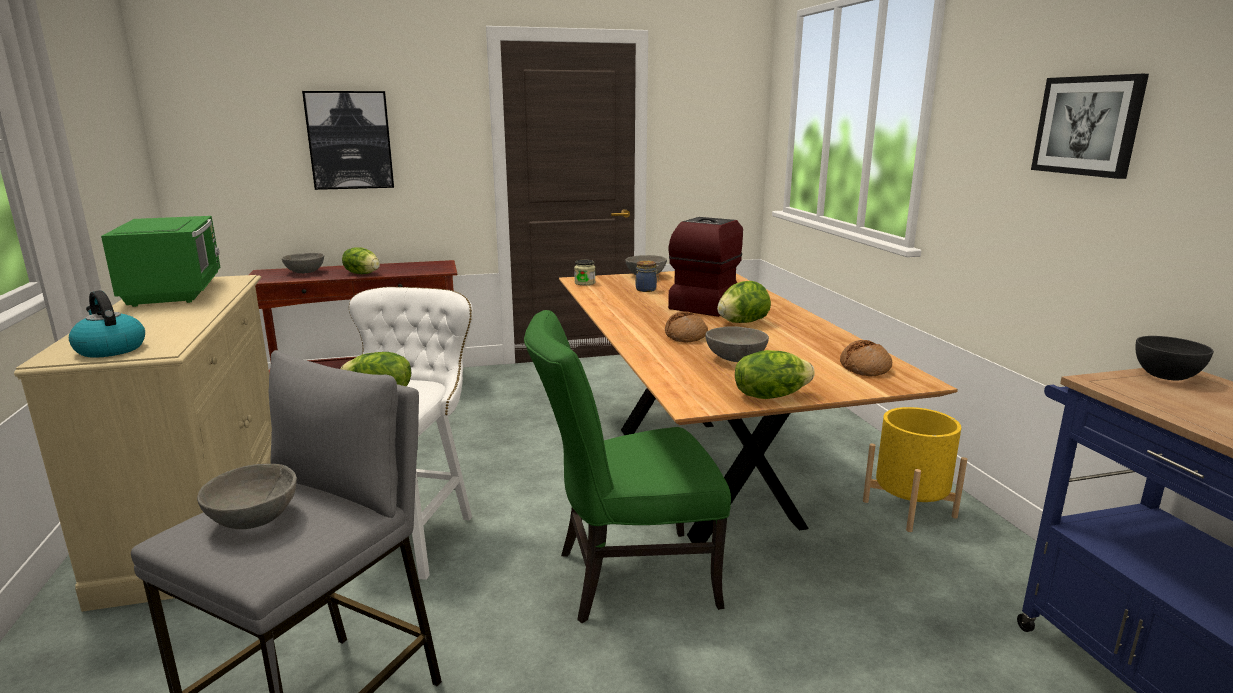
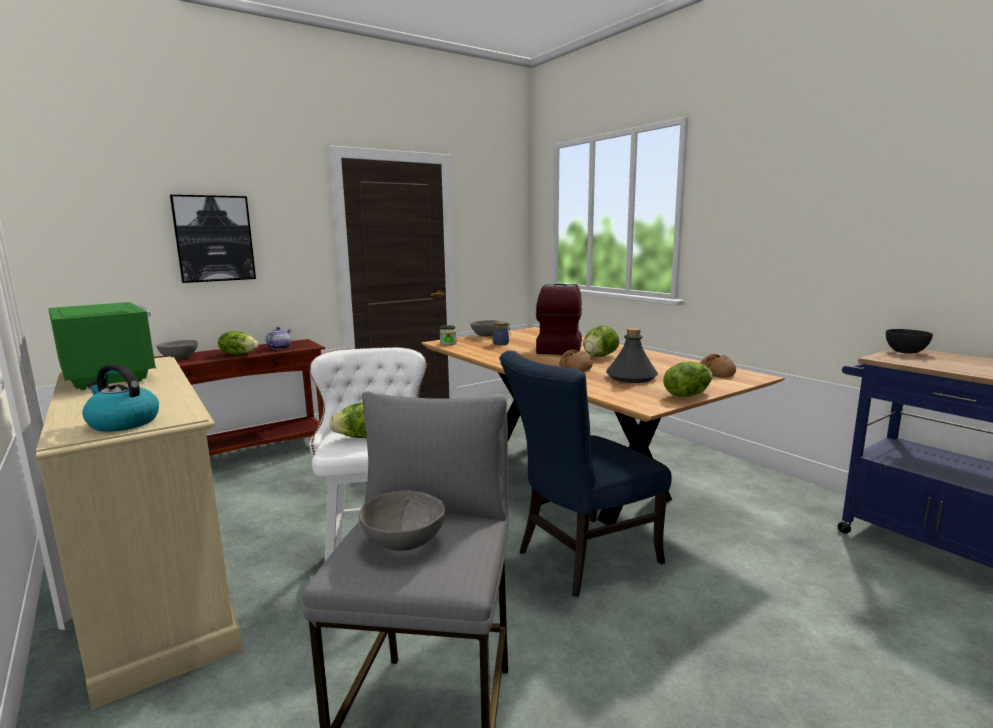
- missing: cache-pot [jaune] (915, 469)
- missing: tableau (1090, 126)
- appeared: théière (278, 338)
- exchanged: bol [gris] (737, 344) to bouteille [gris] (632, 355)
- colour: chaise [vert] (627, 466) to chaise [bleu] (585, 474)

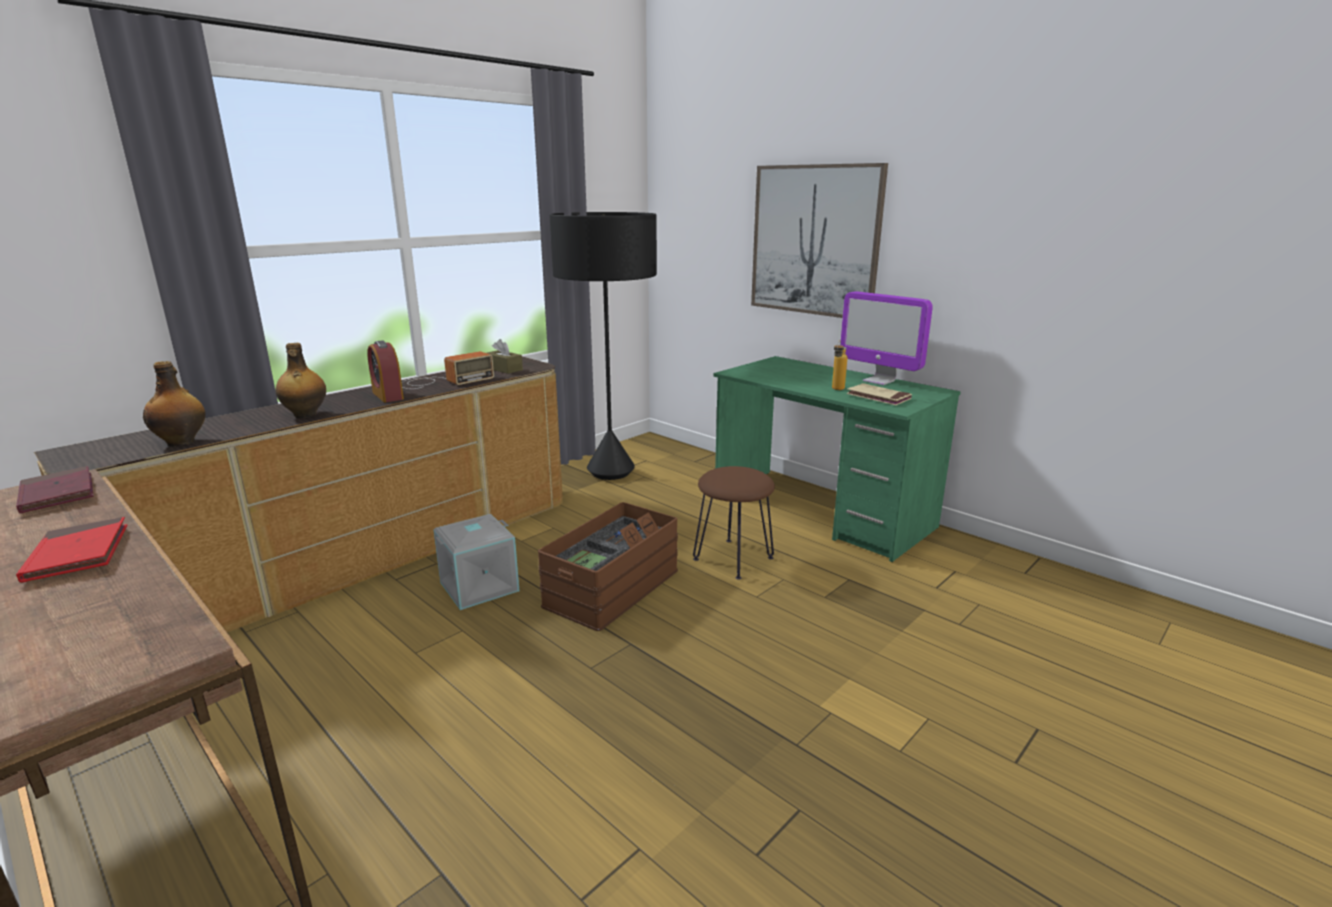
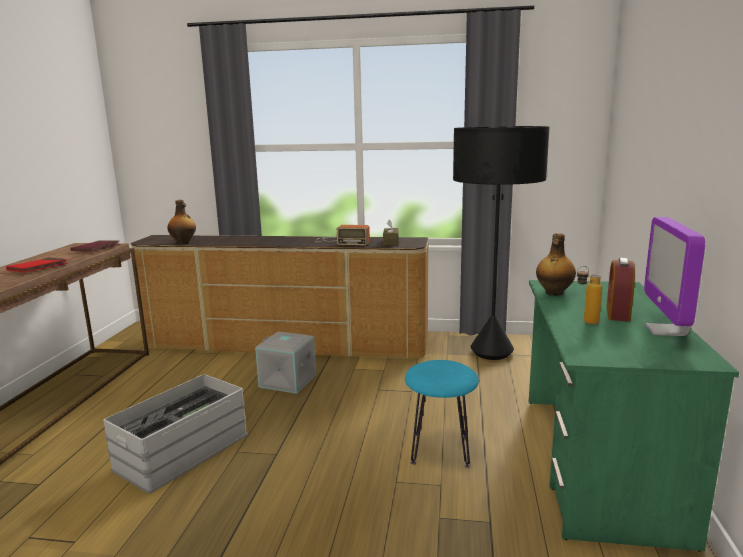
- missing: boîte de rangement [marron] (608, 566)
- missing: tableau (819, 240)
- missing: livre [beige] (879, 394)
- appeared: boîte de rangement [gris] (175, 433)
- relocated: bouteille (300, 380) to (556, 264)
- relocated: réveil (385, 371) to (620, 290)
- colour: tabouret [marron] (734, 523) to tabouret [turquoise] (442, 414)

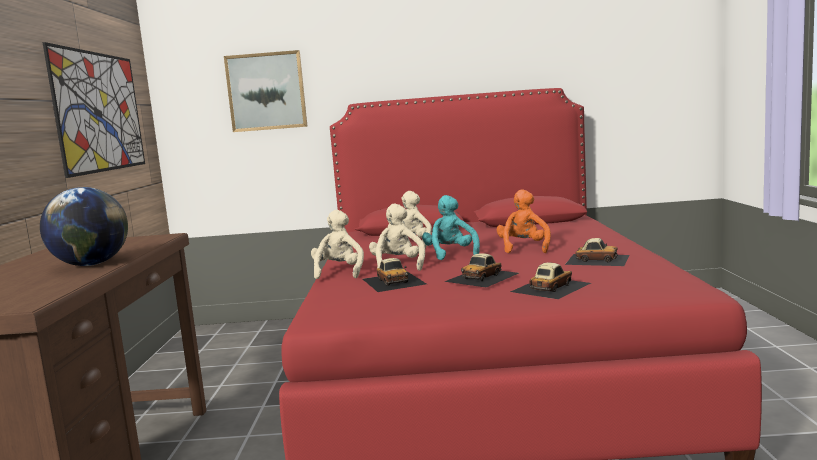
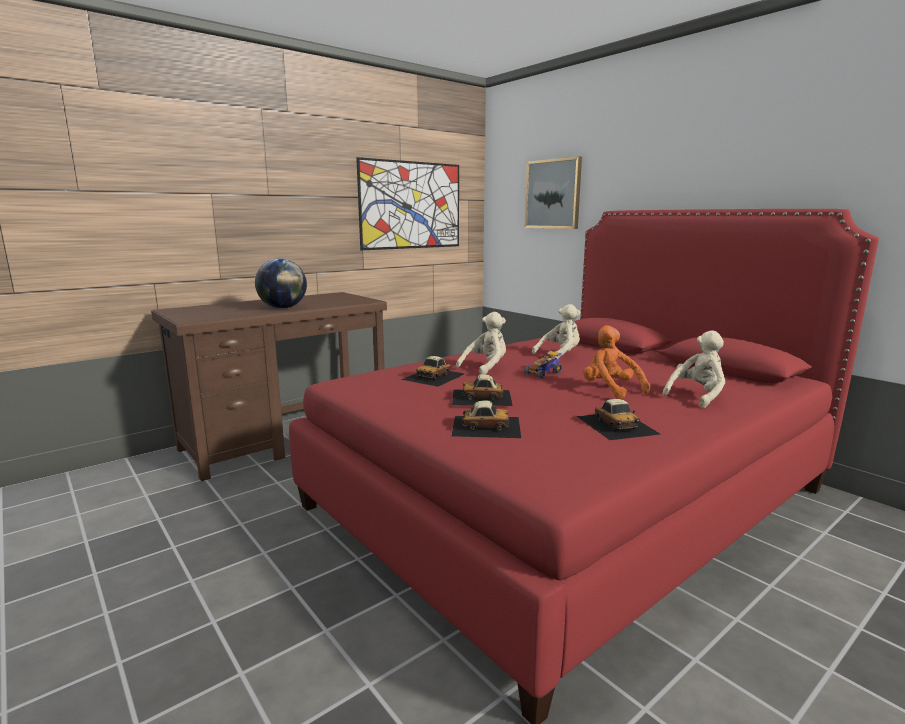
- relocated: peluche [beige] (337, 244) to (693, 369)
- exchanged: peluche [turquoise] (451, 227) to petite voiture (543, 364)
- spun: peluche [orange] (524, 221) = (616, 362) 90 degrees counterclockwise

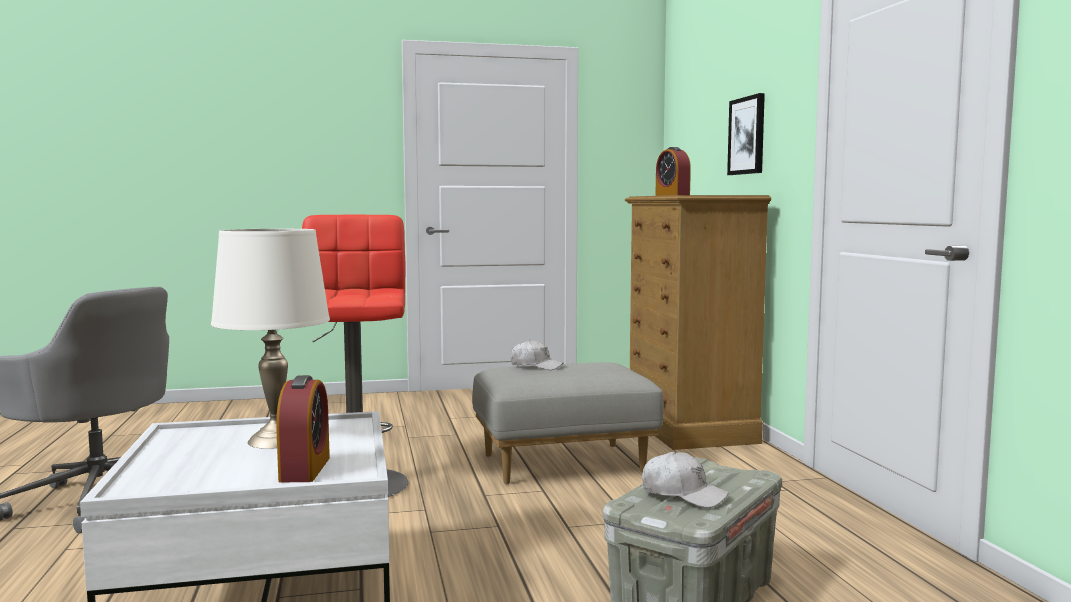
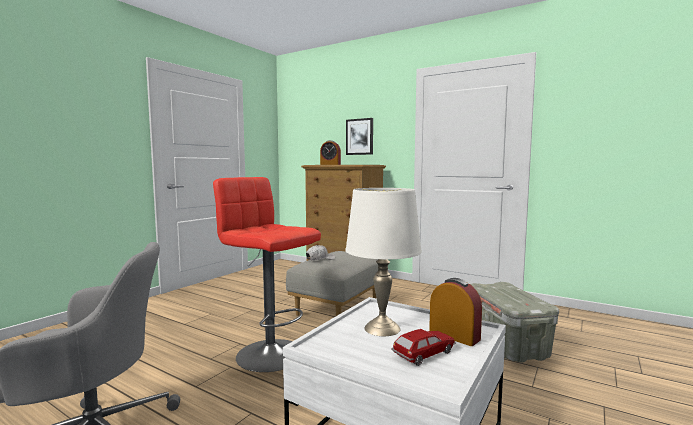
- missing: casquette [blanc] (685, 480)
- appeared: petite voiture (423, 347)

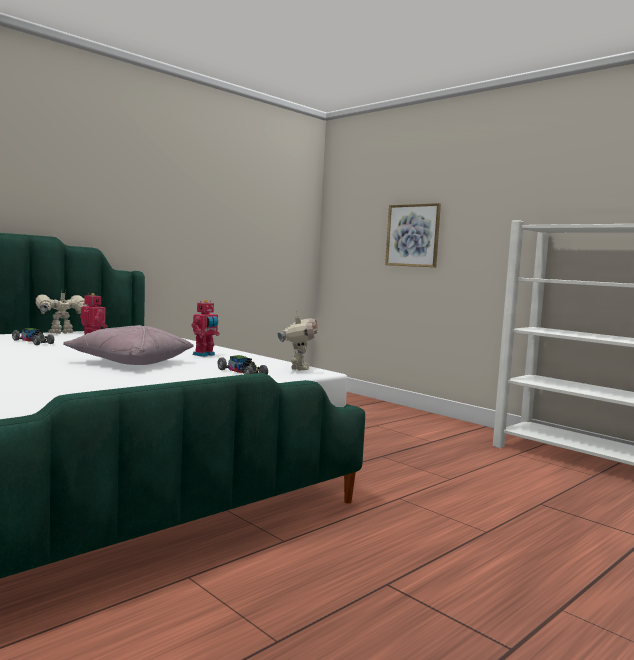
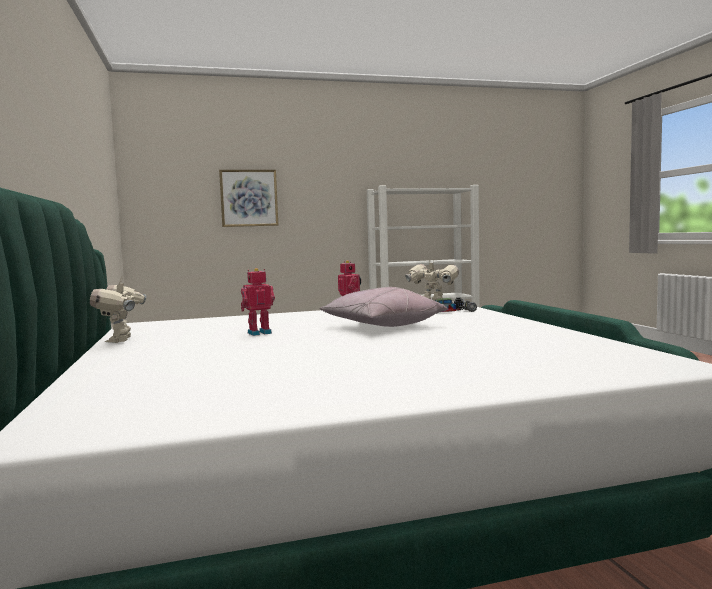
- missing: petite voiture (33, 336)

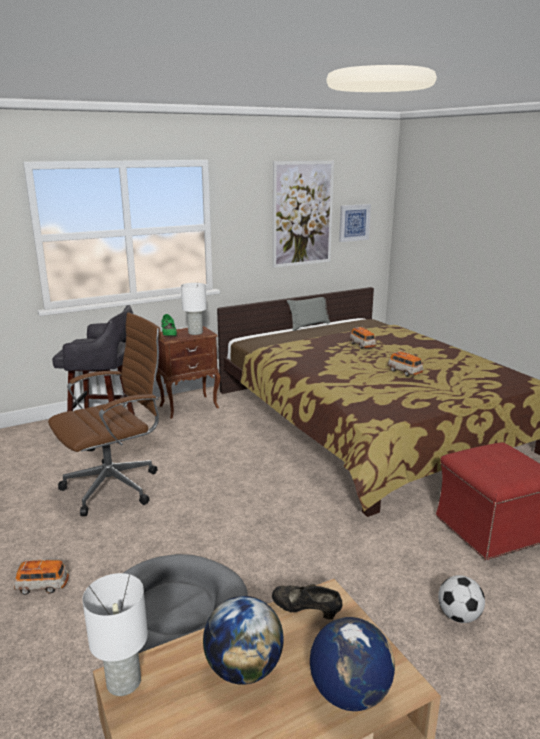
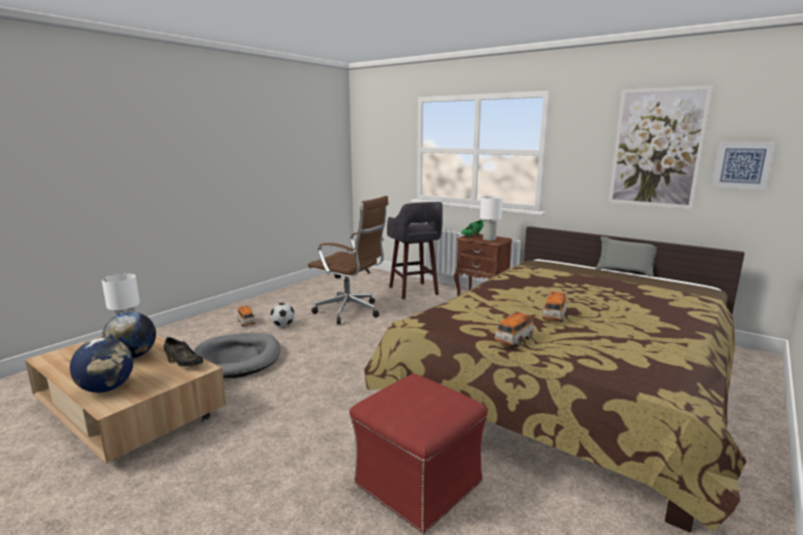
- relocated: petite voiture (363, 338) to (514, 329)
- relocated: ballon de foot (461, 599) to (282, 315)
- spun: chaussure [noir] (307, 602) = (183, 352) 120 degrees clockwise

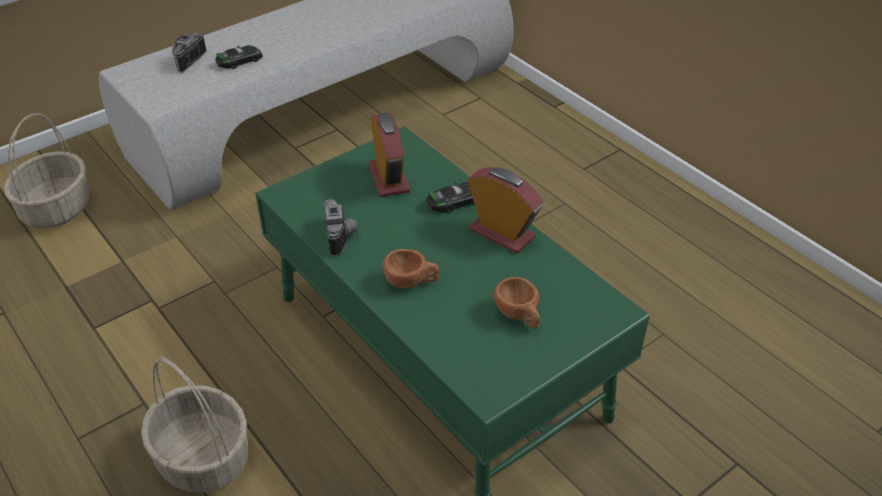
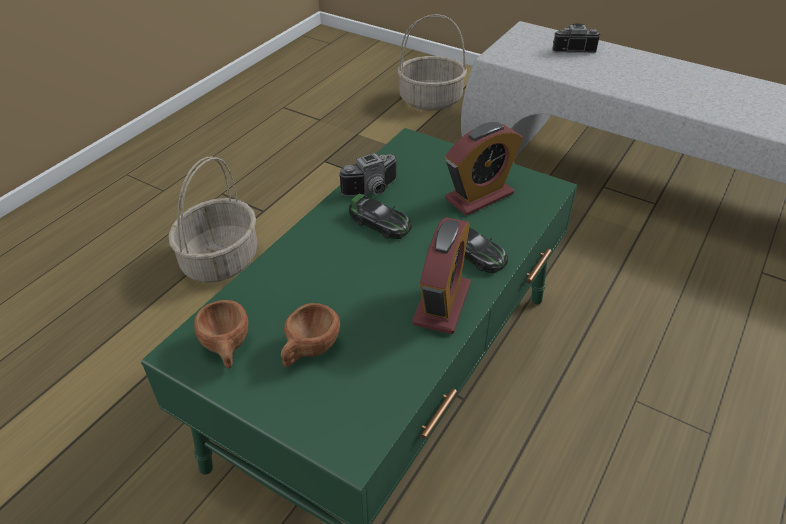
- relocated: petite voiture (239, 57) to (380, 216)
- relocated: tasse [marron] (411, 269) to (221, 334)

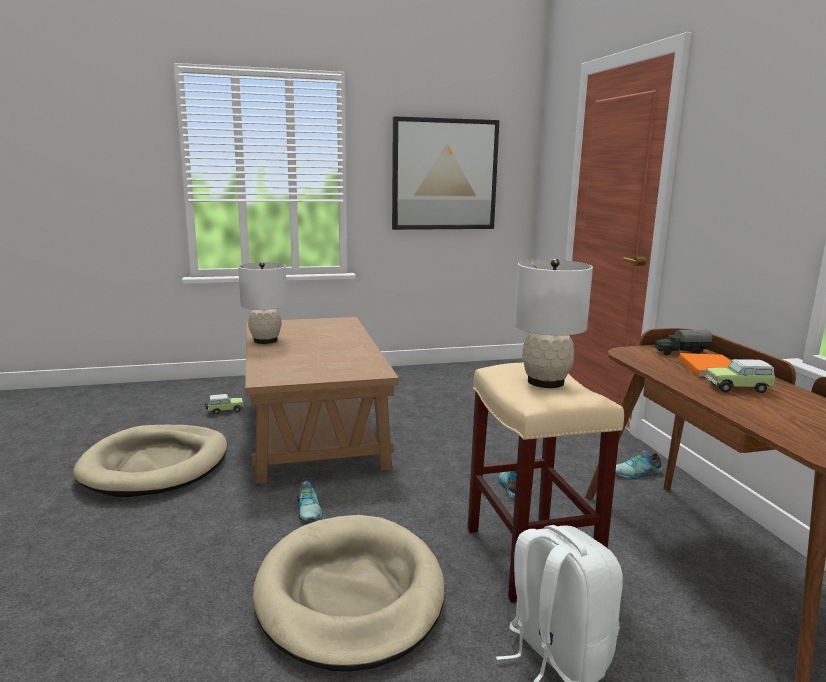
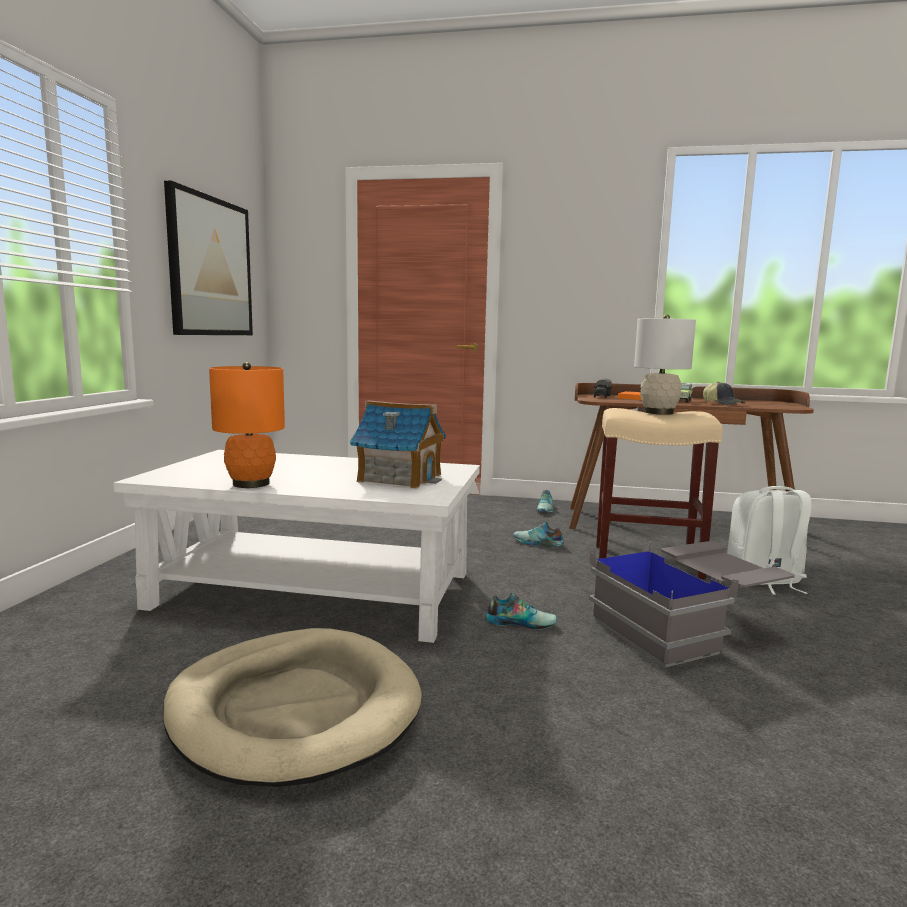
- missing: petite voiture (224, 404)
- appeared: maison miniature (398, 445)
- appeared: casquette (724, 393)
- exchanged: panier pour chien [beige] (349, 593) to boîte de rangement [gris] (692, 604)
- colour: lampe de table [blanc] (262, 303) to lampe de table [orange] (247, 425)
- colour: table basse [marron] (322, 400) to table basse [blanc] (296, 546)

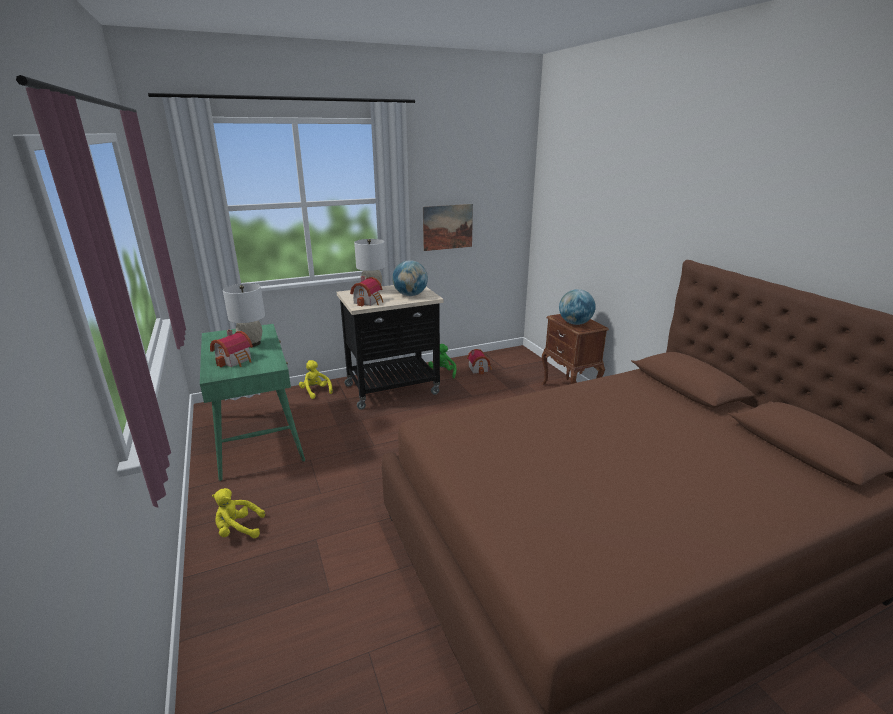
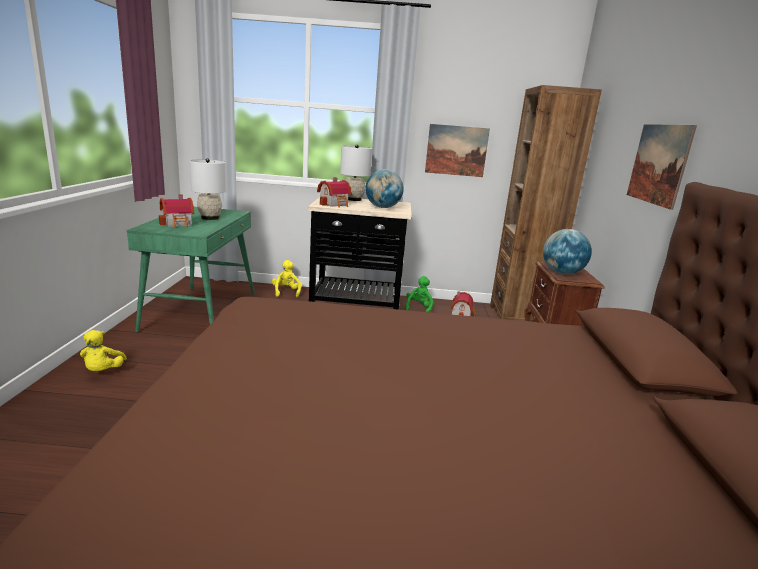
- appeared: bibliothèque [marron] (546, 203)
- appeared: tableau (662, 167)
- spun: peluche [jaune] (238, 513) = (103, 350) 120 degrees counterclockwise

